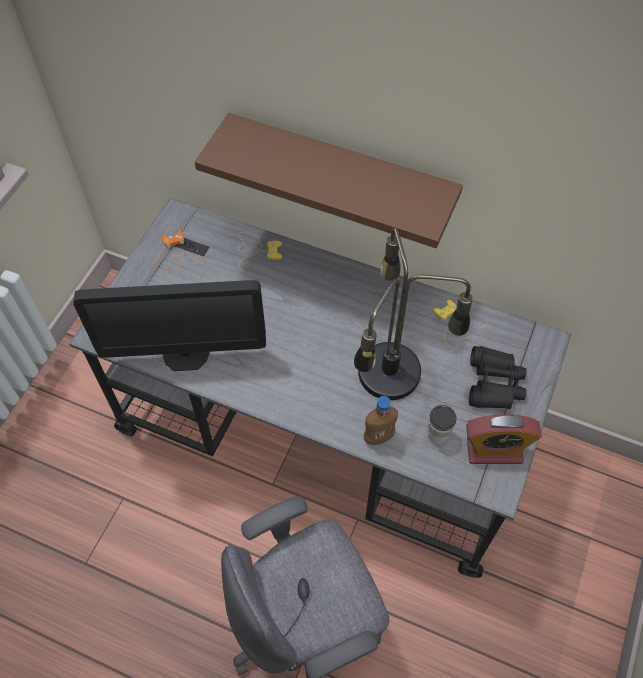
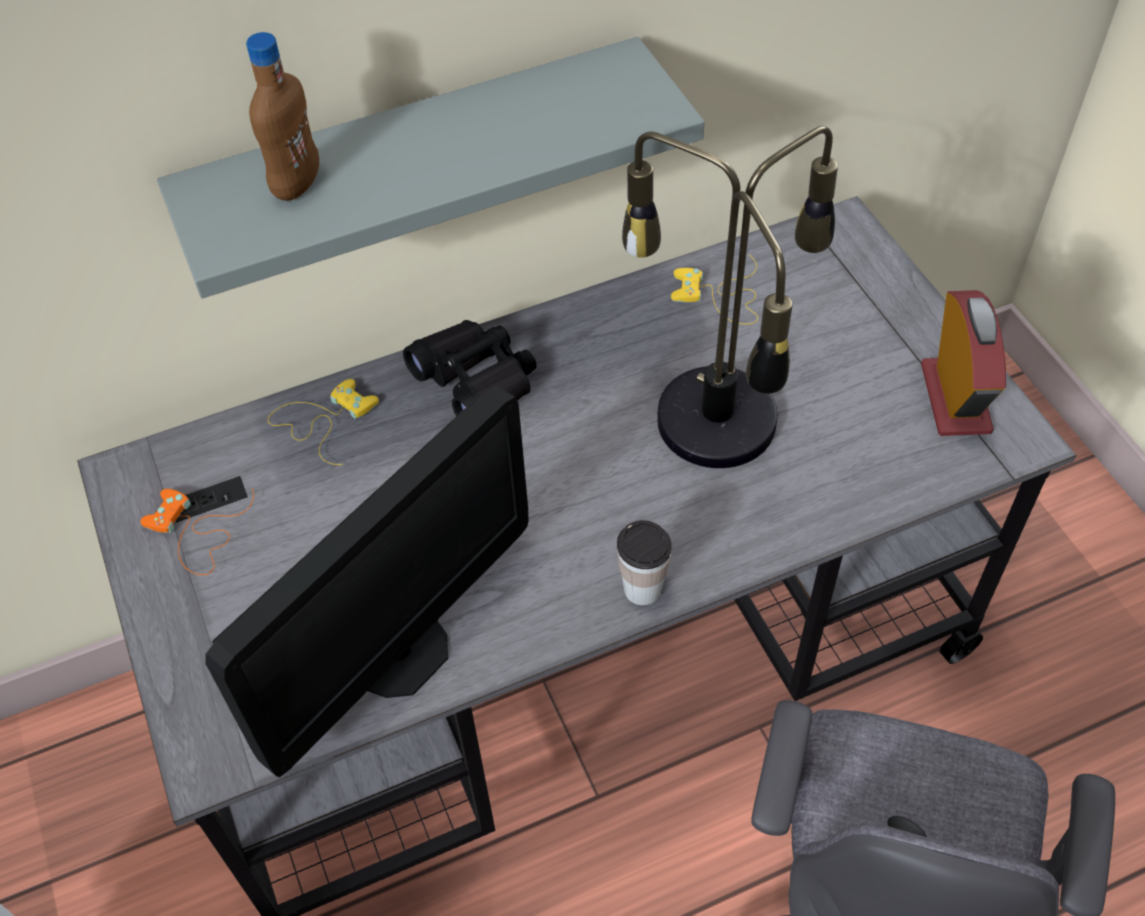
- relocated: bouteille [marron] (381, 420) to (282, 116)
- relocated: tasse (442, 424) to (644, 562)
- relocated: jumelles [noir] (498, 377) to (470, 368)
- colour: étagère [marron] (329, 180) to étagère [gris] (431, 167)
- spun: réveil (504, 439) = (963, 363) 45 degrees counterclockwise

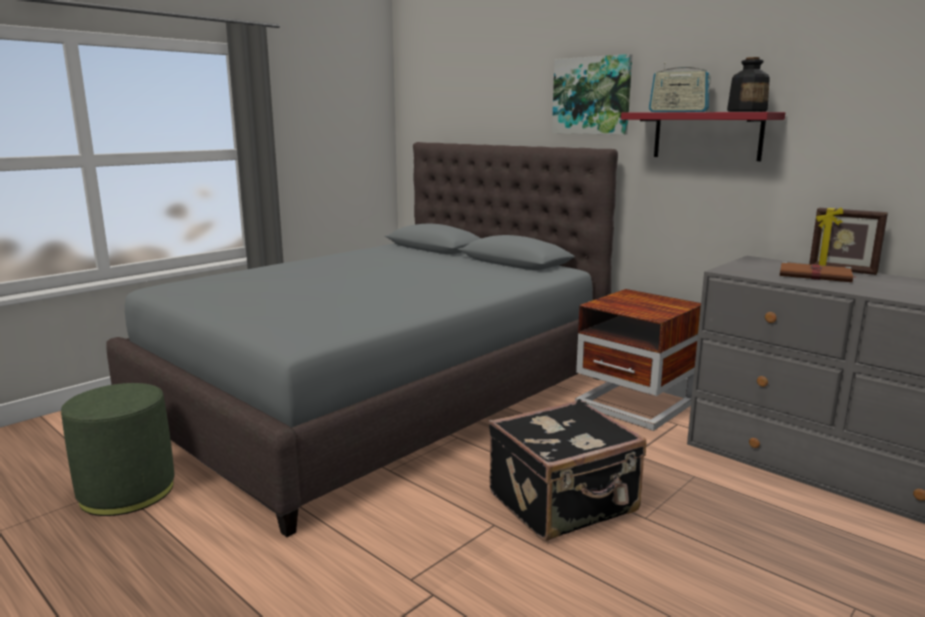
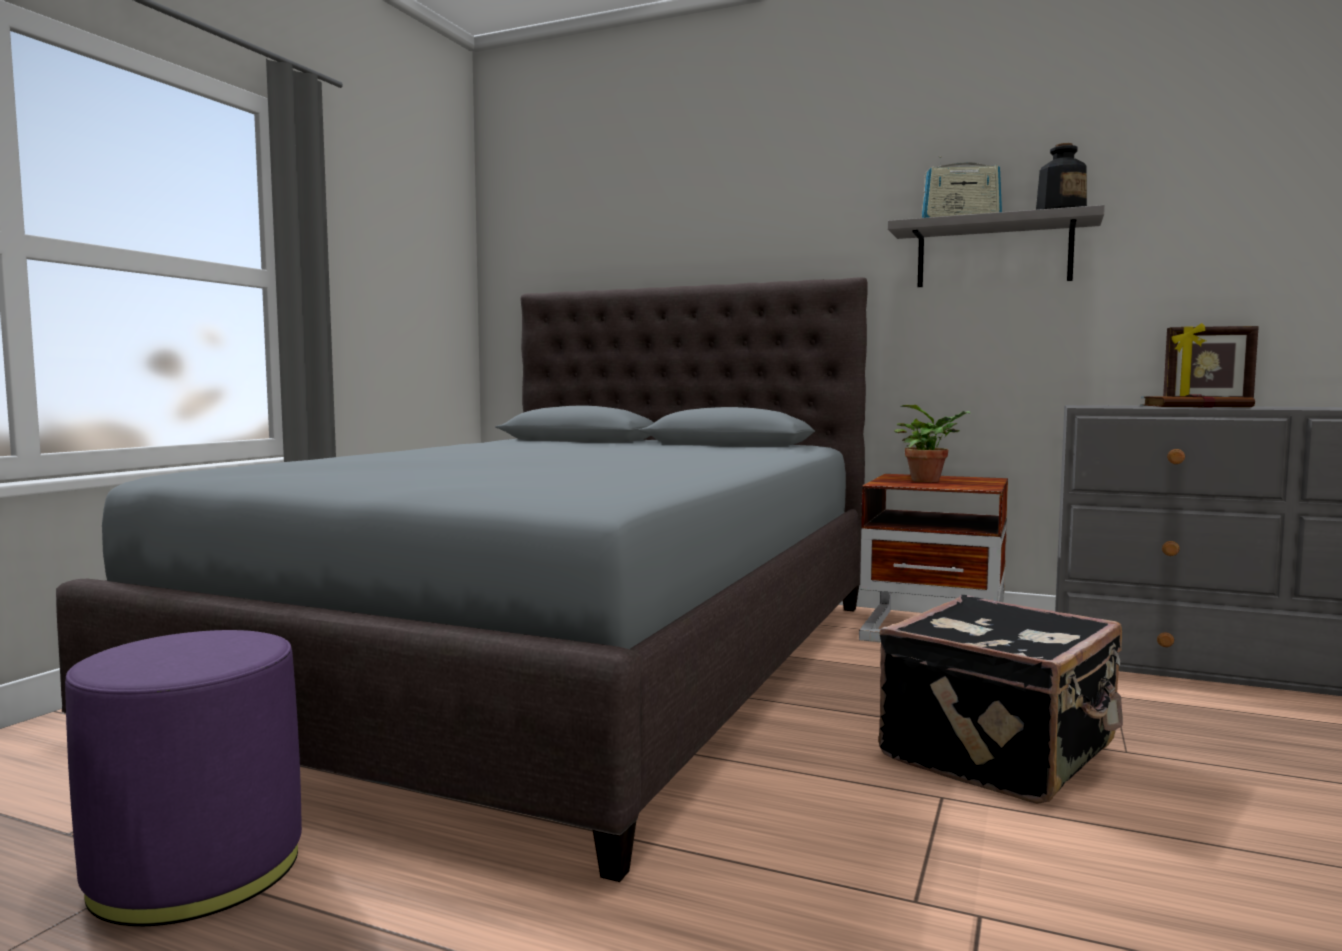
- missing: tableau (592, 94)
- appeared: plante en pot (932, 443)
- colour: pouf [vert] (117, 449) to pouf [violet] (183, 778)
- colour: étagère [rouge] (703, 136) to étagère [gris] (996, 246)

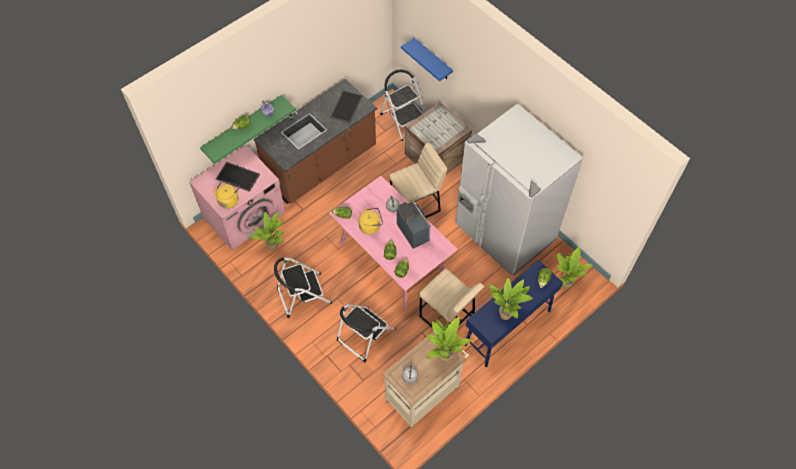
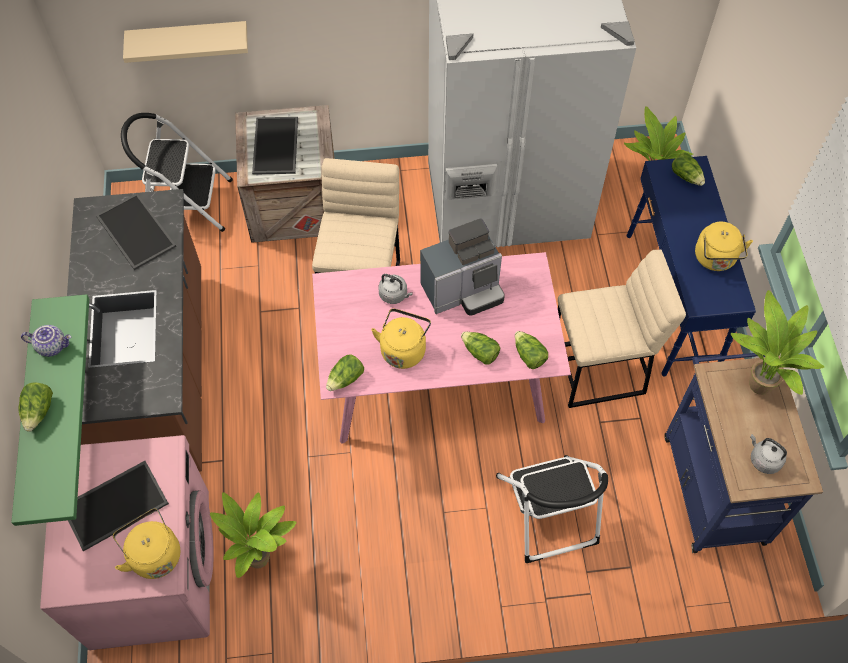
- missing: escabeau (303, 288)
- appeared: plateau (275, 146)
- exchanged: plante en pot (510, 298) to bouilloire [jaune] (724, 246)
- colour: chariot [beige] (425, 380) to chariot [bleu] (743, 453)
- colour: étagère [bleu] (427, 59) to étagère [beige] (185, 42)
- spun: machine à café (414, 225) = (462, 267) 150 degrees clockwise

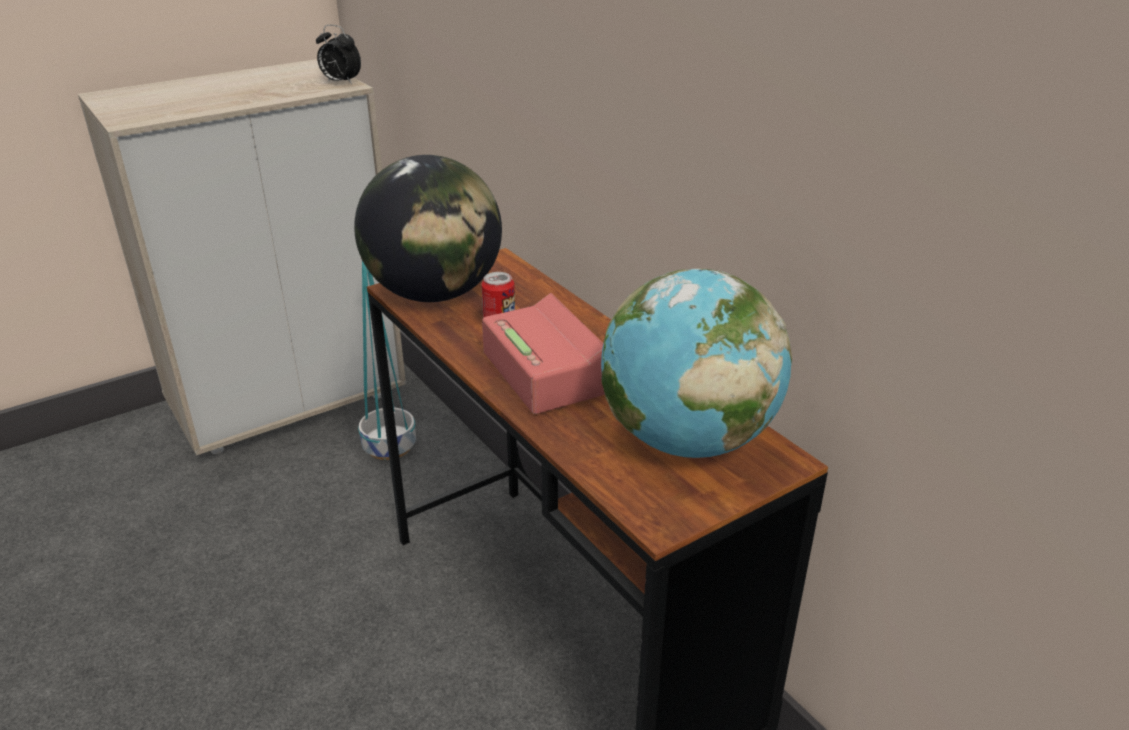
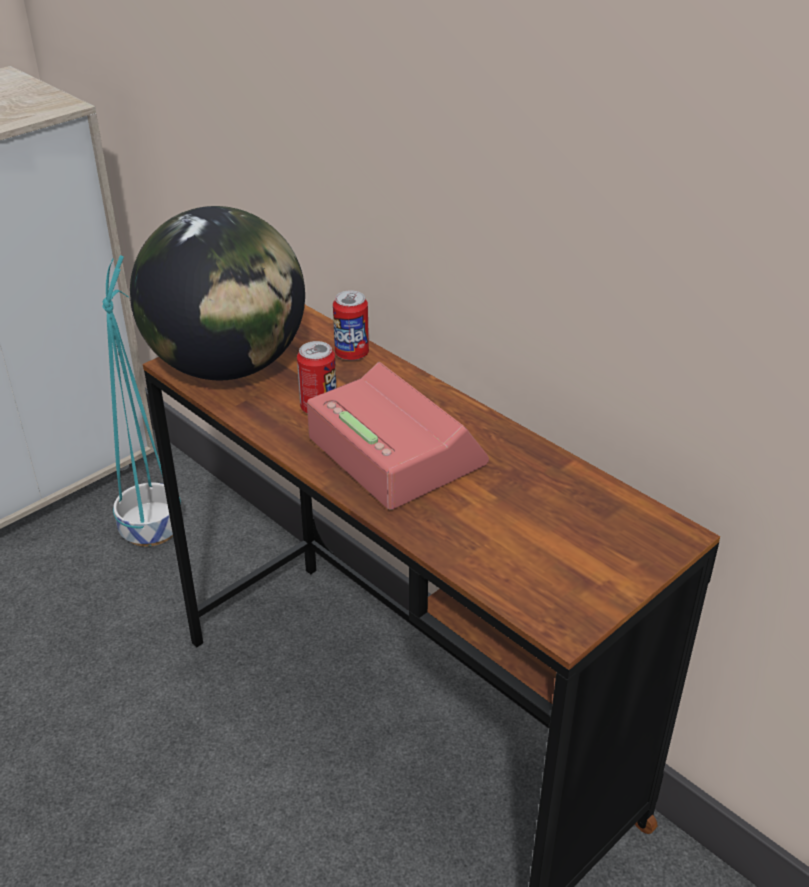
- missing: réveil (338, 54)
- missing: globe (696, 363)
- appeared: boîte métallique (351, 325)

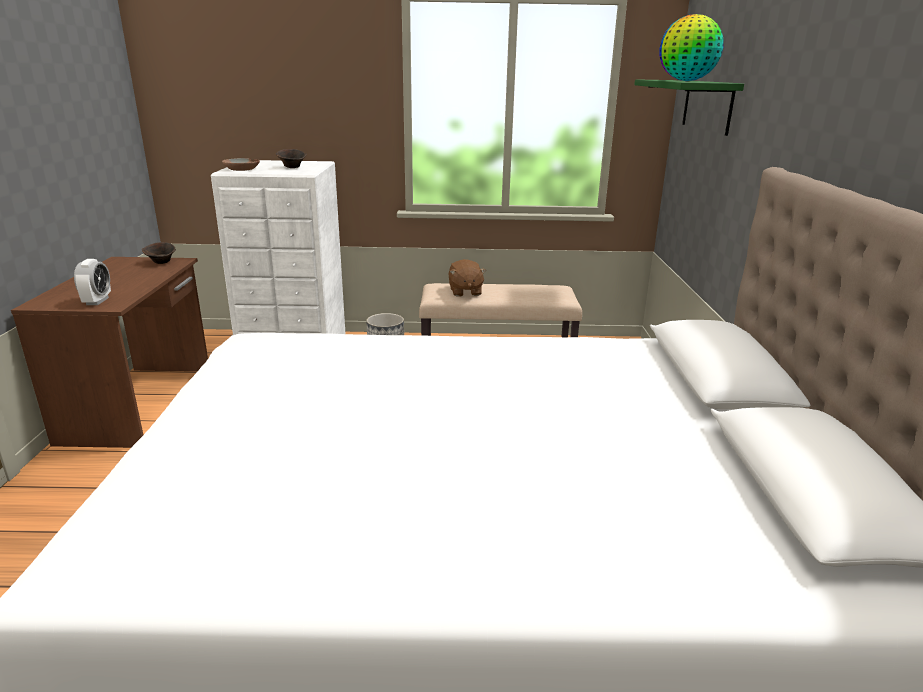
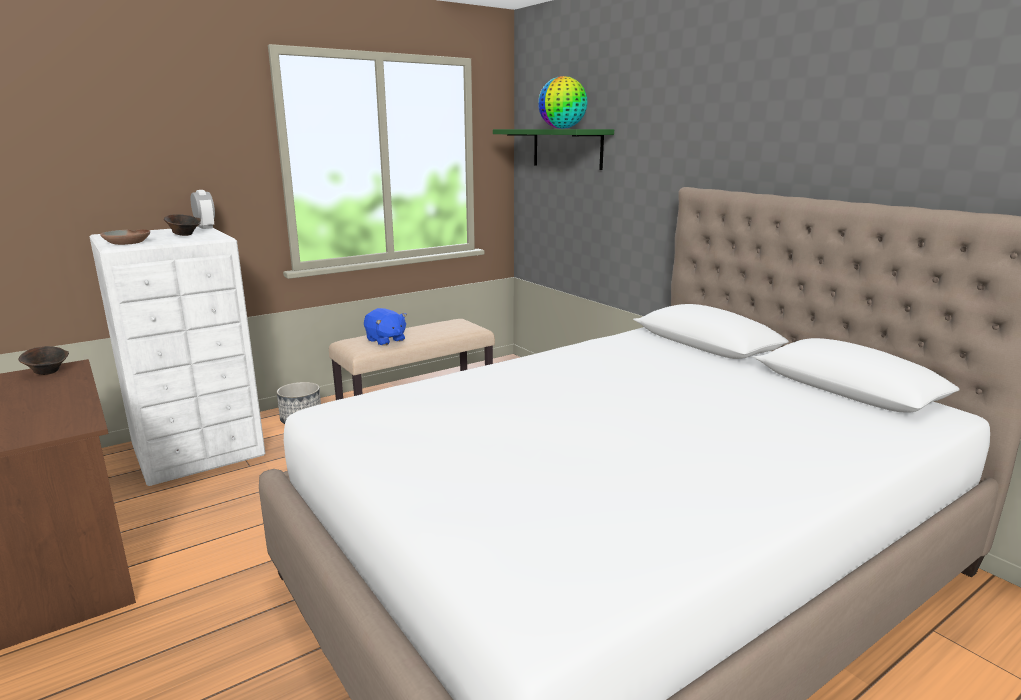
- relocated: réveil (92, 282) to (203, 209)
- colour: peluche [marron] (467, 278) to peluche [bleu] (385, 327)

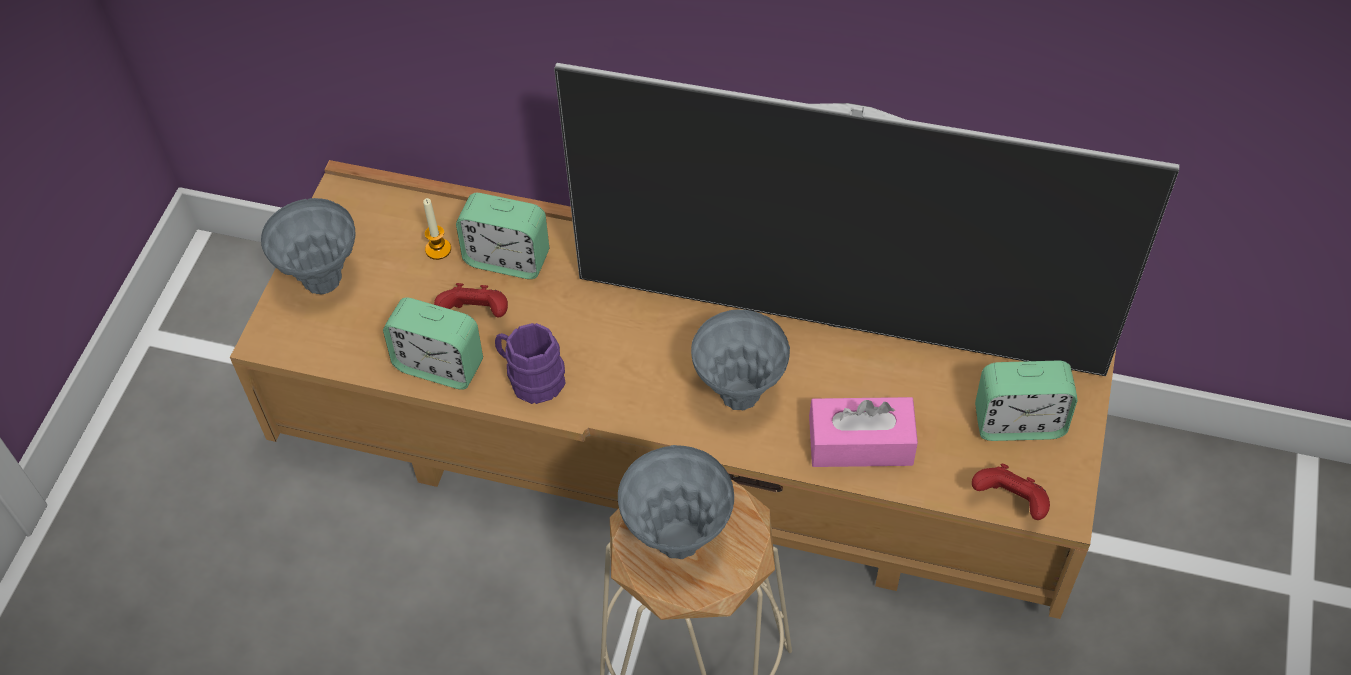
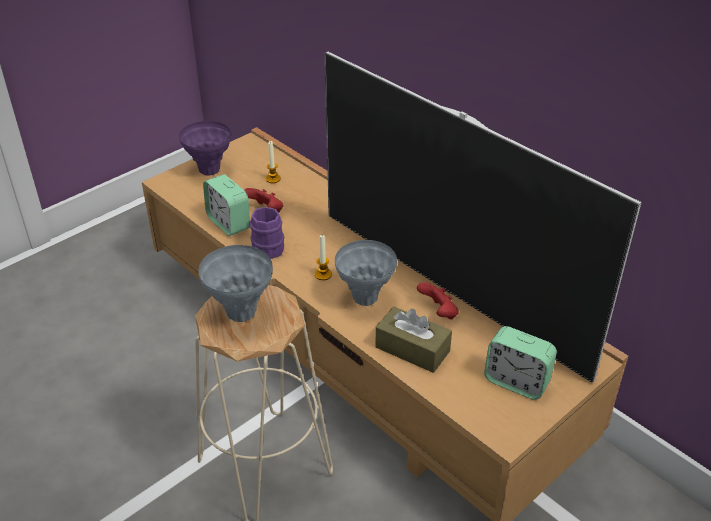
- missing: réveil (502, 236)
- appeared: bougie (323, 257)
- relocated: manette [rouge] (1011, 492) to (438, 300)
- colour: vase [gris] (308, 246) to vase [violet] (205, 148)
- colour: boîte à mouchoirs [rose] (863, 432) to boîte à mouchoirs [marron] (413, 340)

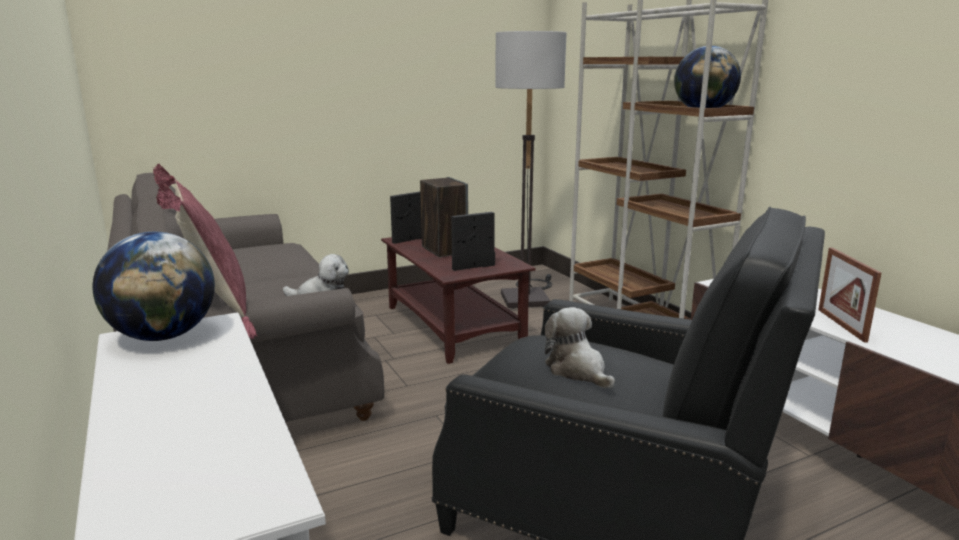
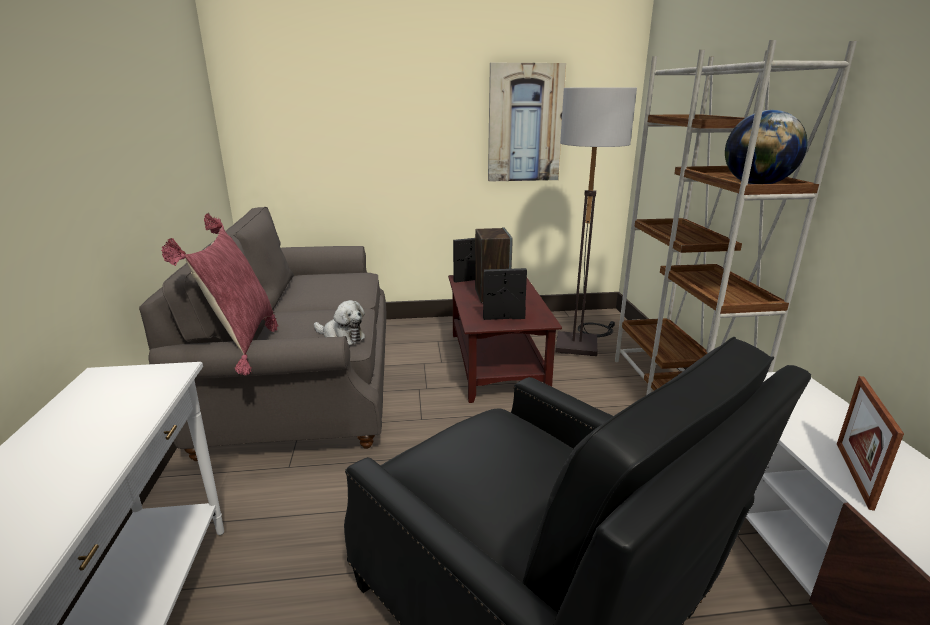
- missing: globe (154, 286)
- missing: peluche (580, 348)
- appeared: tableau (527, 122)

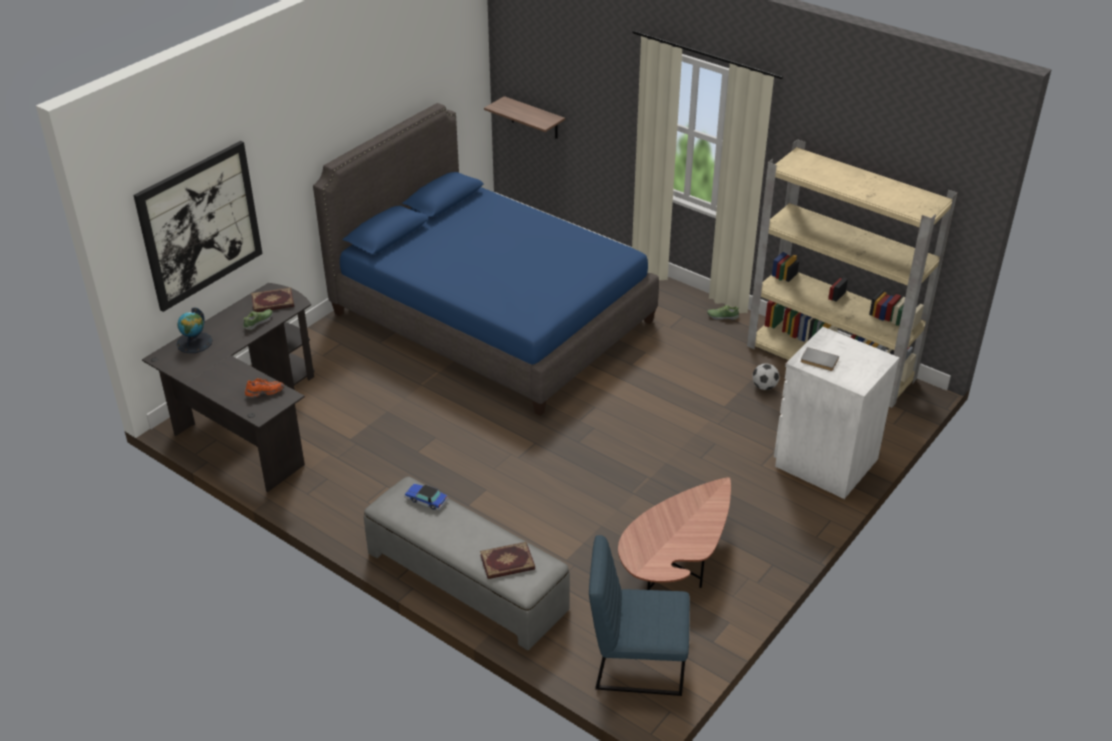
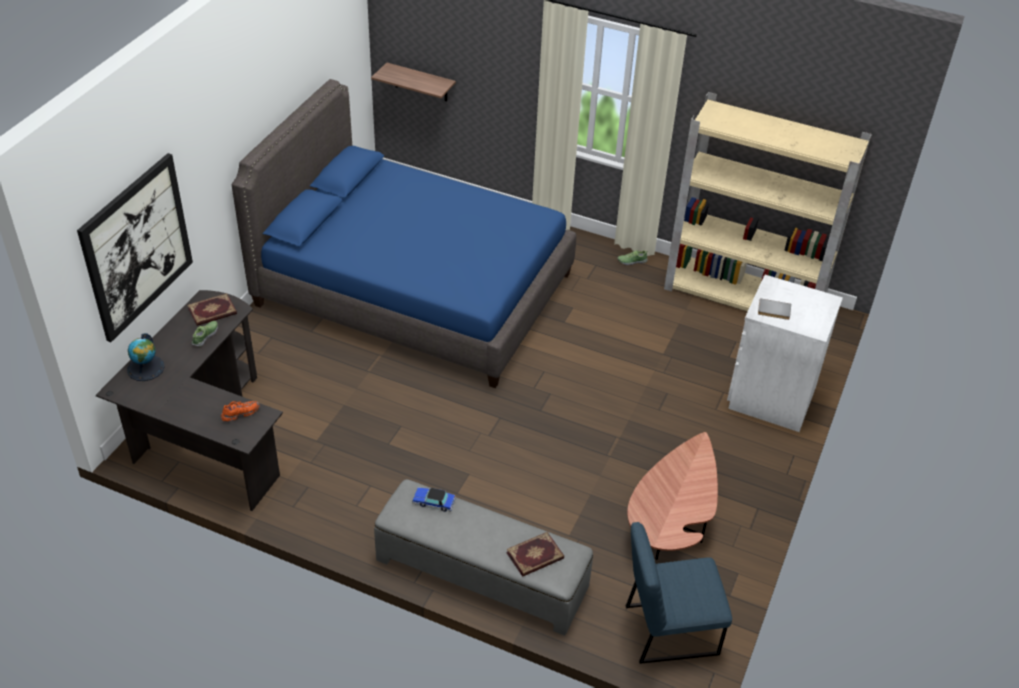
- missing: ballon de foot (765, 376)

